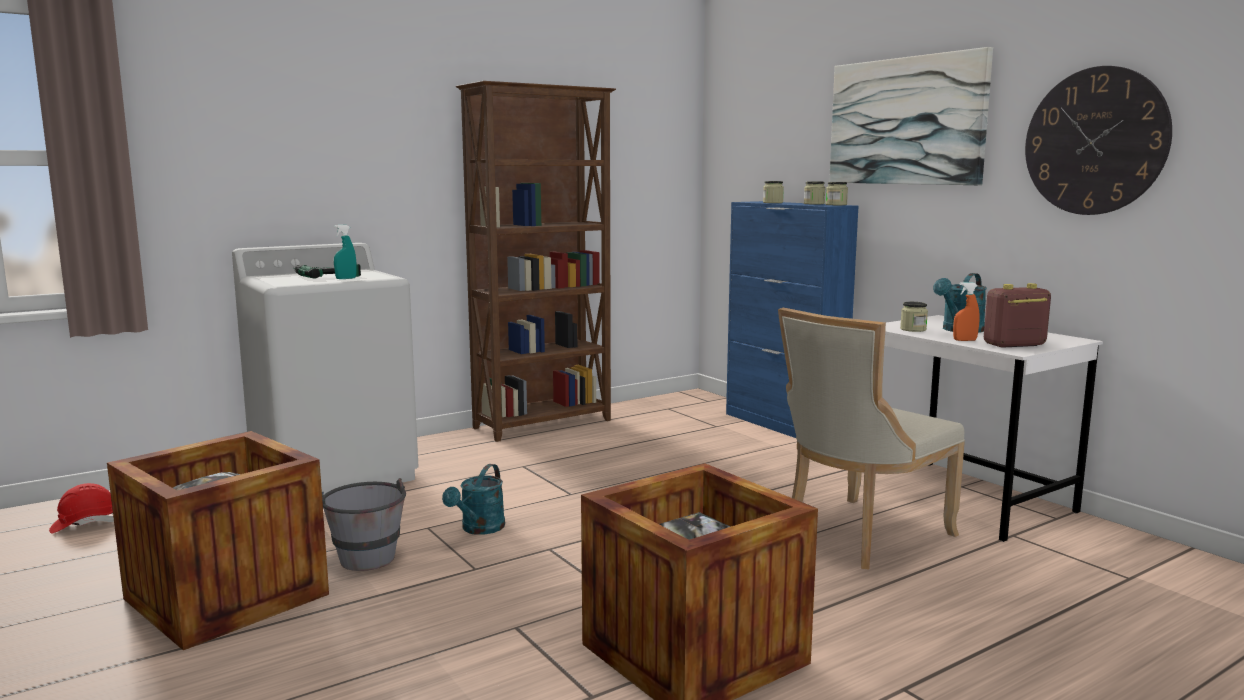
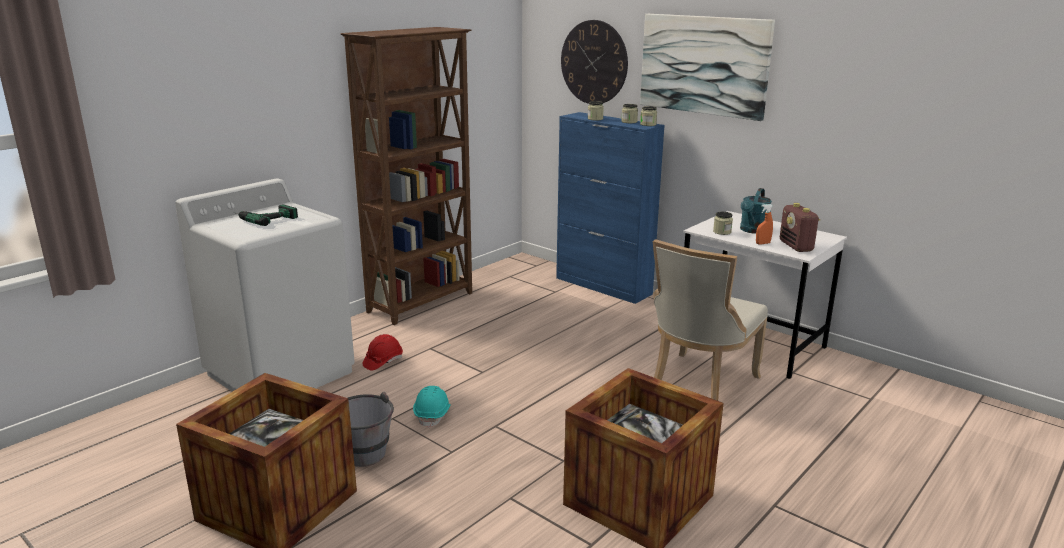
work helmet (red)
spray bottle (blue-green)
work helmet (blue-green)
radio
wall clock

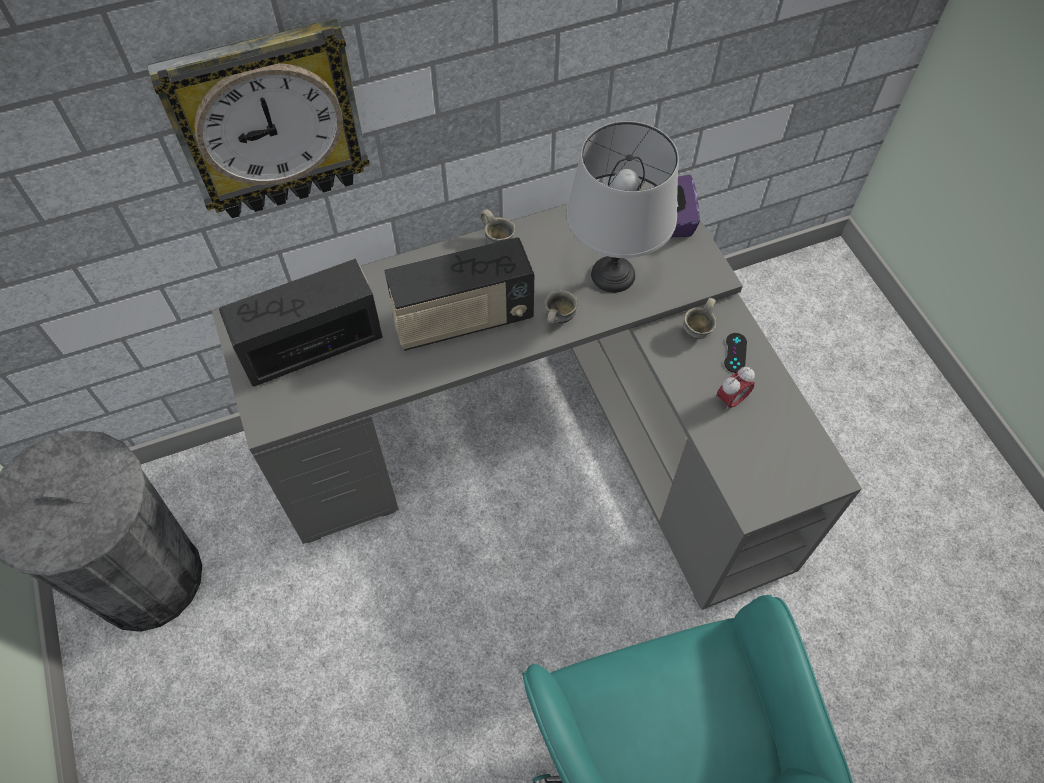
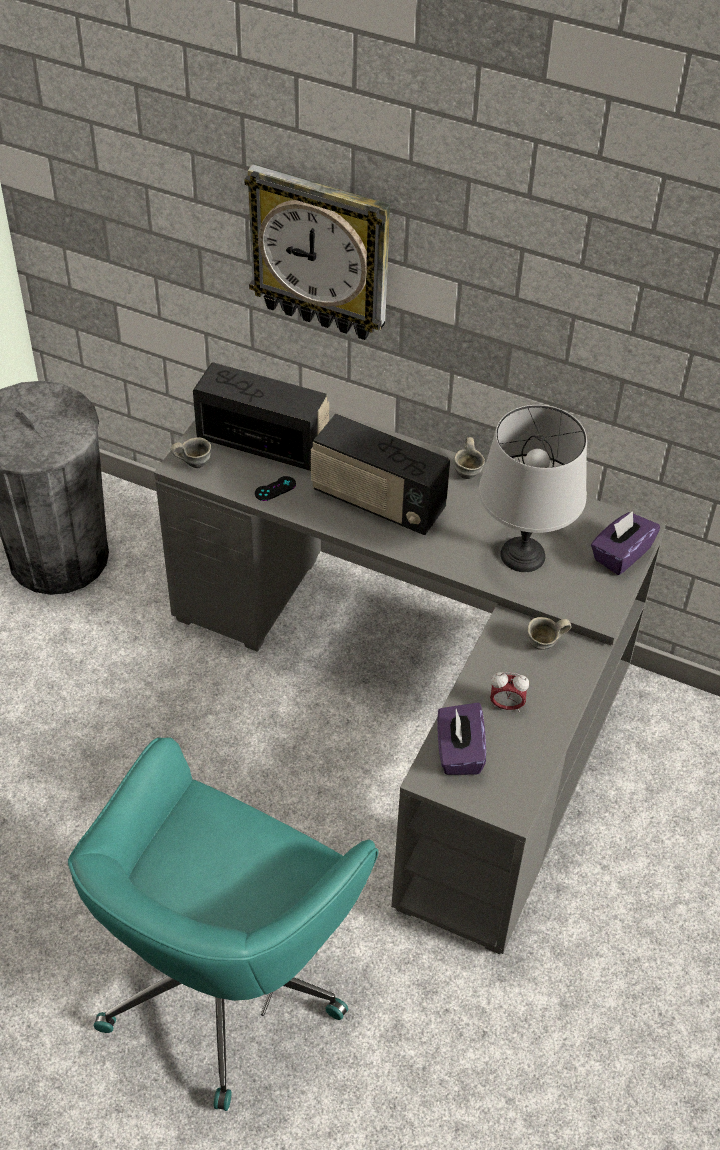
mug (greyish) (1st from left)
joypad (blackish)
tissue box (purple) (1st from left)

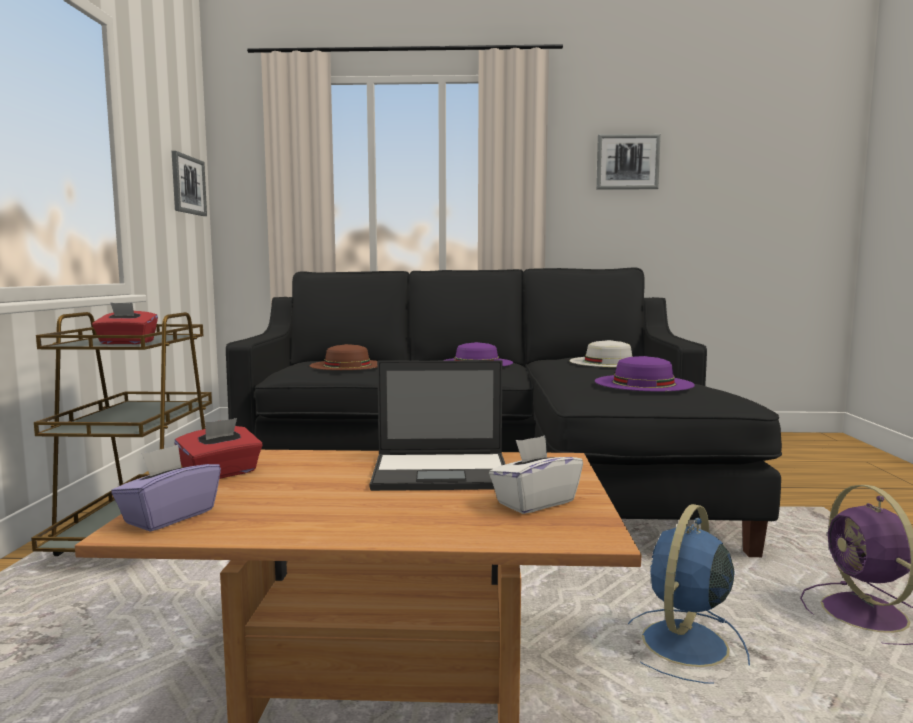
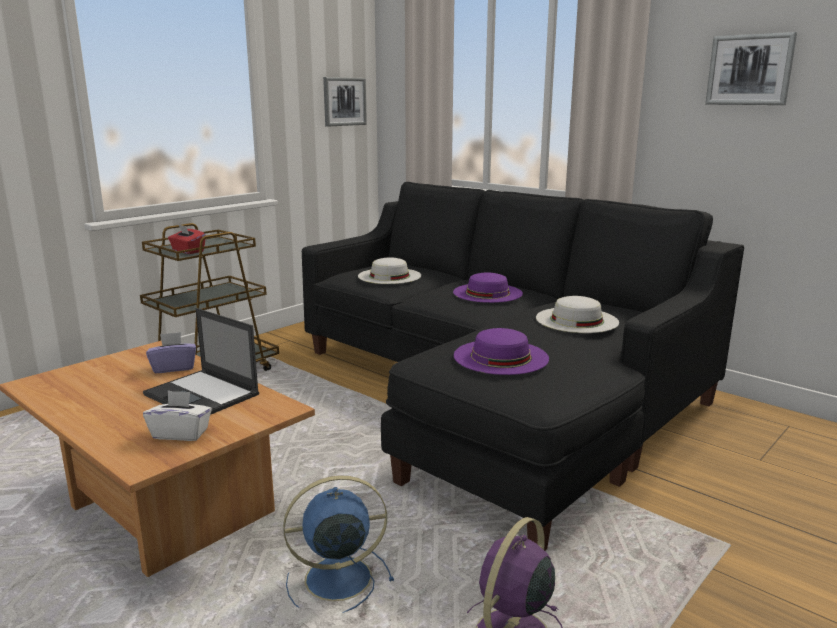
tissue box (purple)
tissue box (red) (2nd from left in the first image)
clothing hat (whitish) (1st from left)

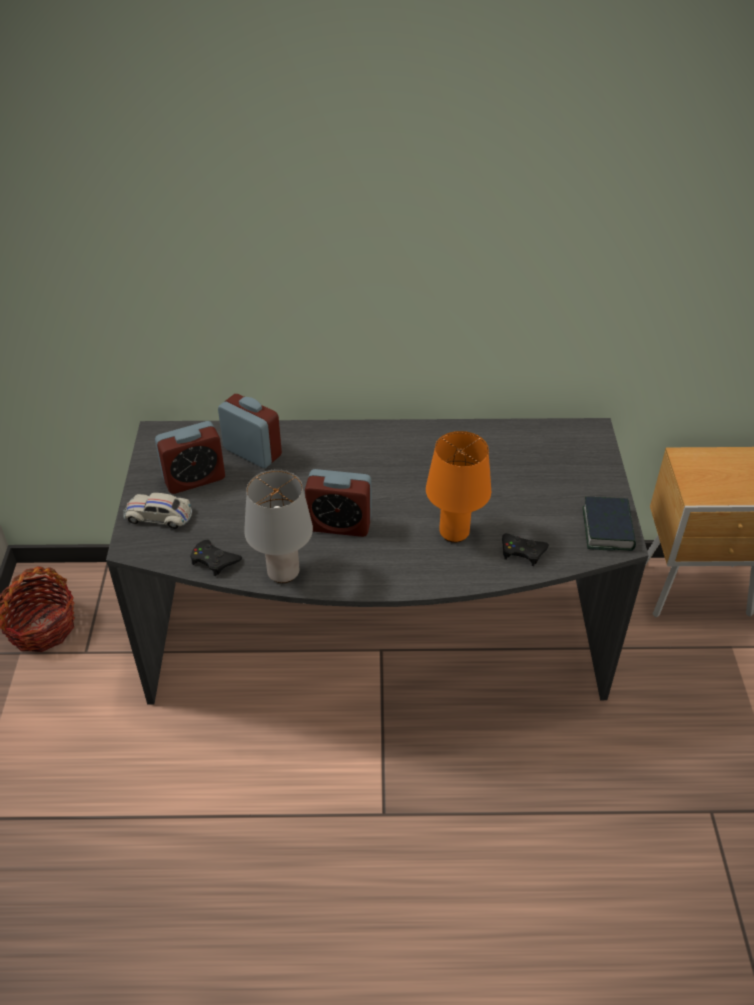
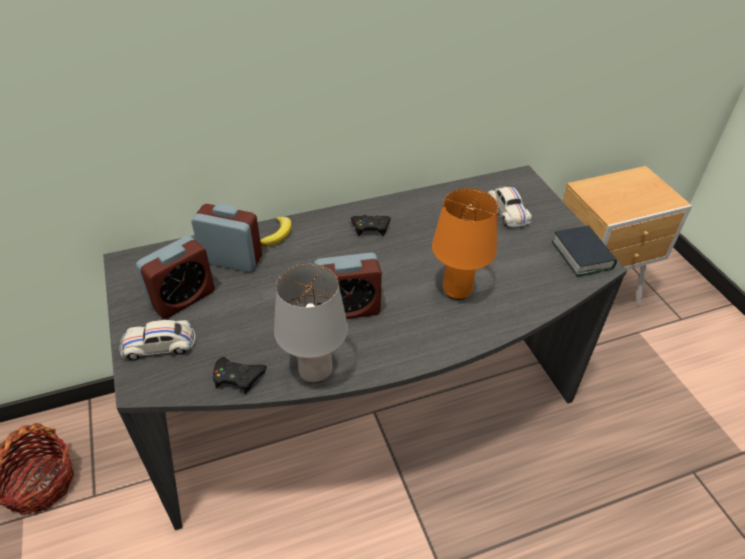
joypad (blackish) (2nd from left)
banana
model car (whitish) (2nd from left)

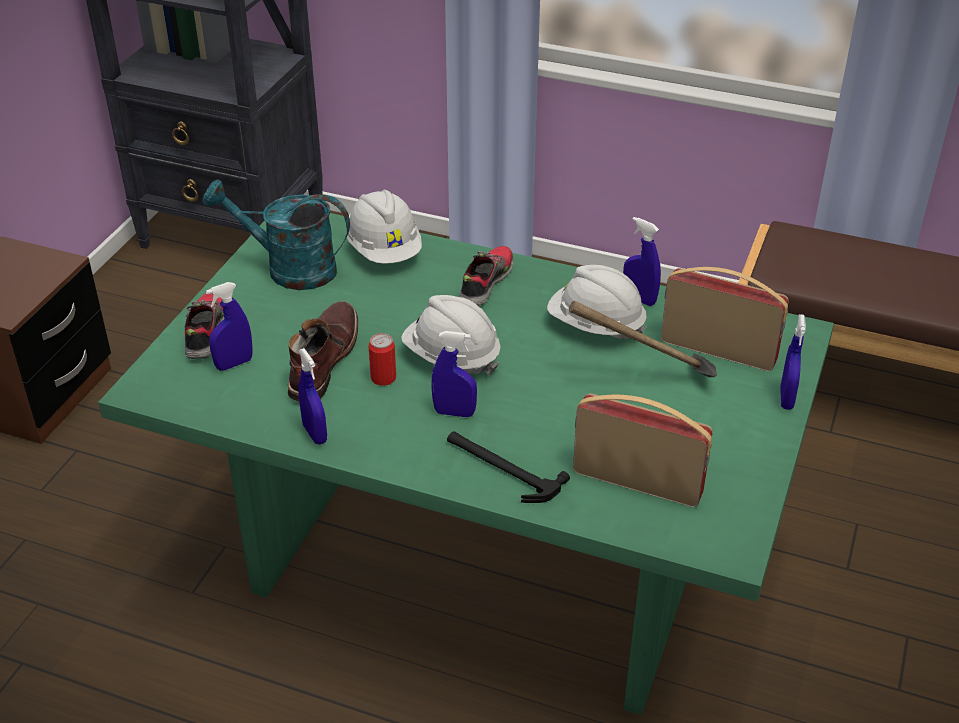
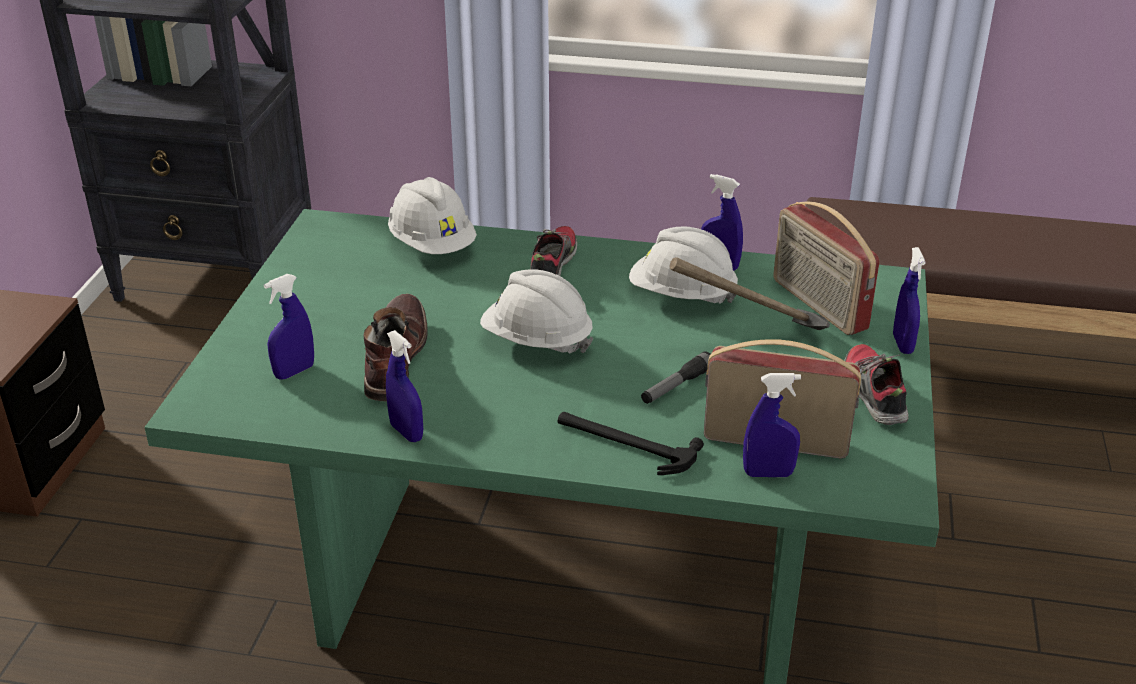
shoe (2nd from left)
watering can (blue-green)
metal can
spray bottle (bluish) (4th from left)
radio (2nd from left)
flashlight

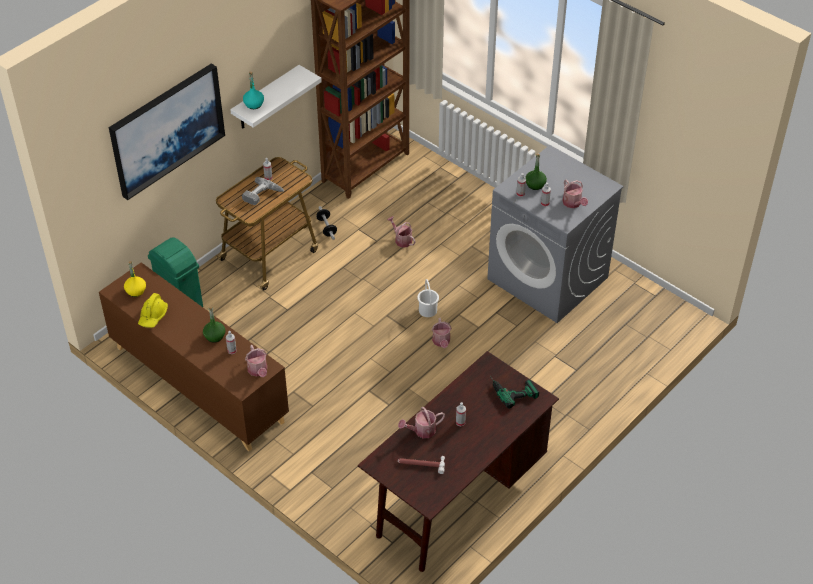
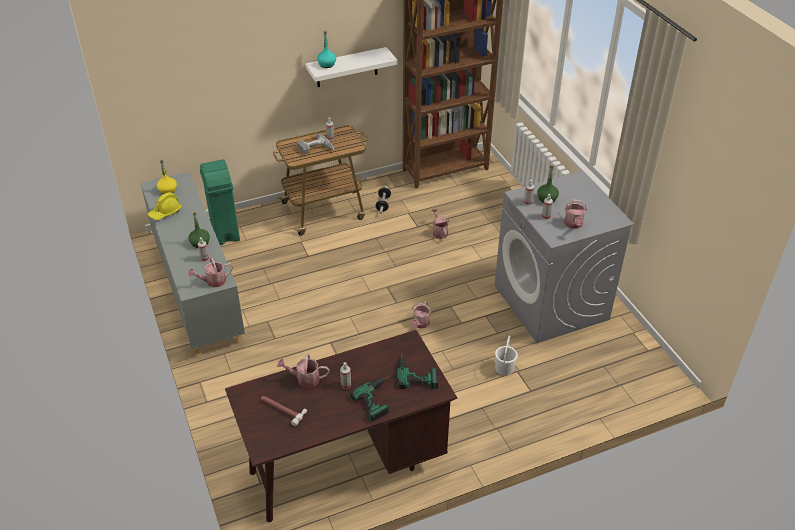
cabinet (greyish)
picture
watering can (1st from left)
pail (whitish)
power drill (2nd from left)

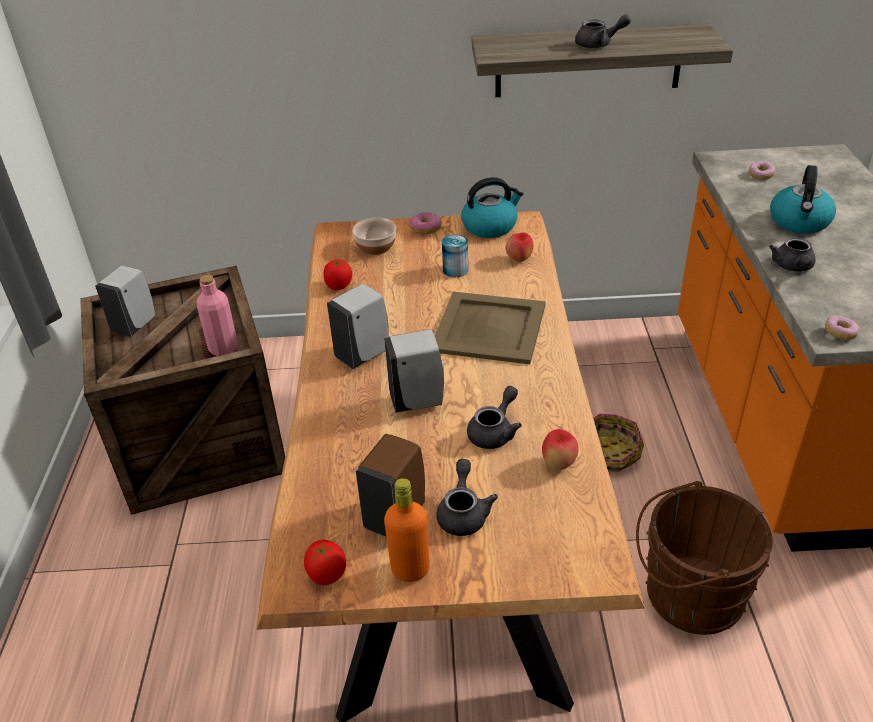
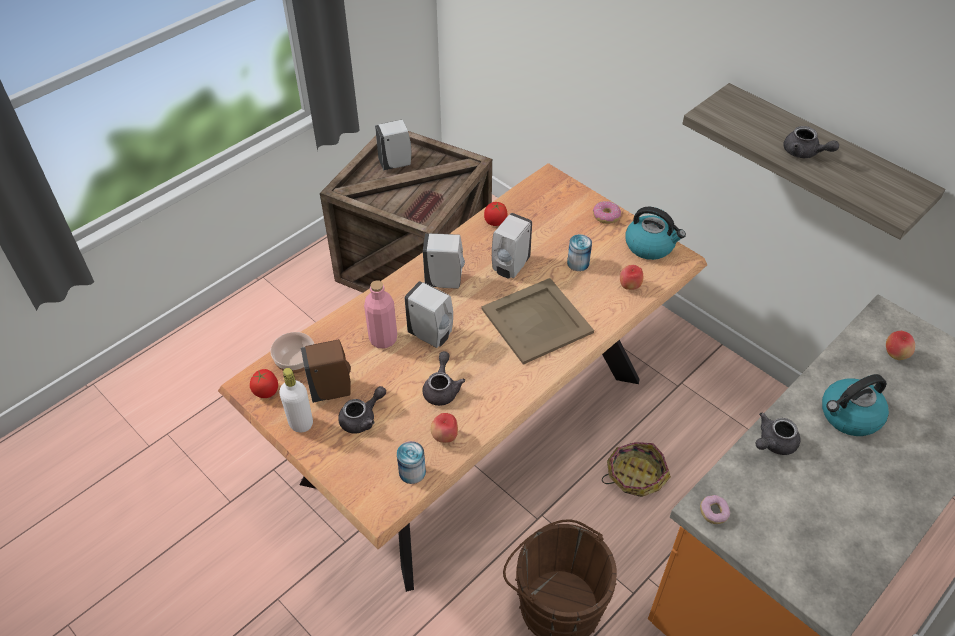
beverage bottle (pink)
deep dish
beverage bottle (whitish)
teapot (greyish) (2nd from left)
apple fruit (3rd from left)
metal can (1st from left)
soap dispenser (whitish) (4th from left)

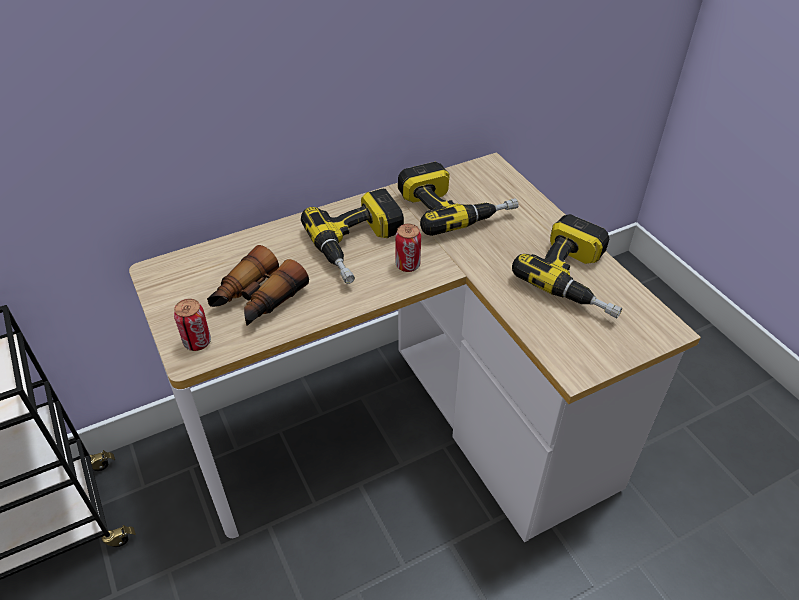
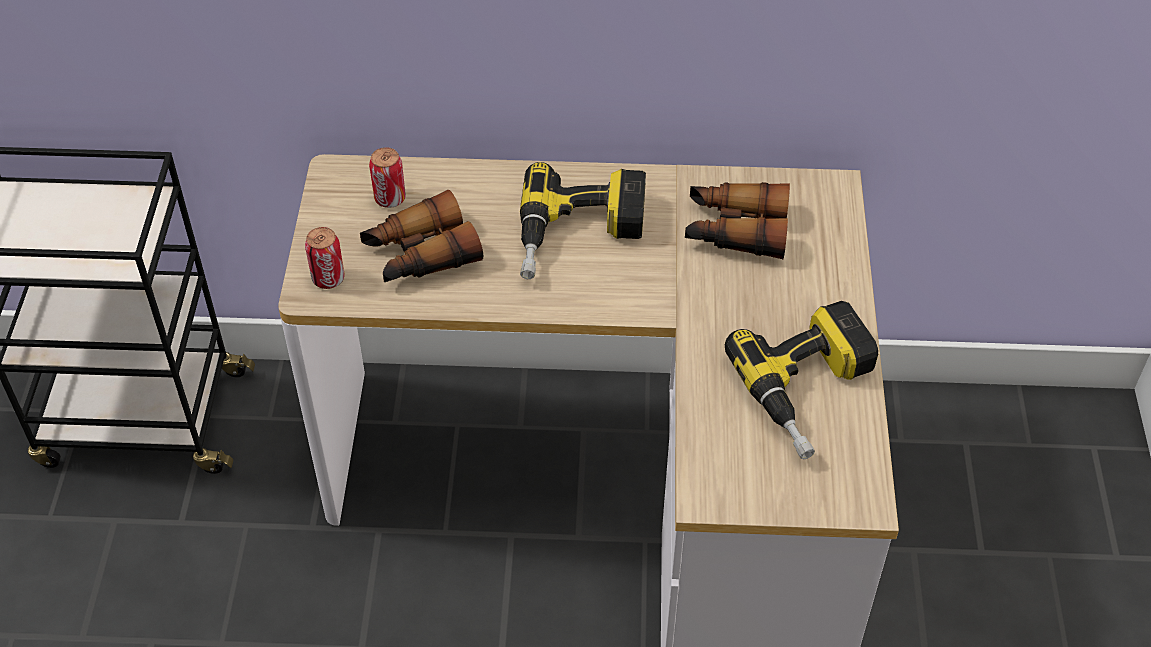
metal can (2nd from left)
binoculars (2nd from left)

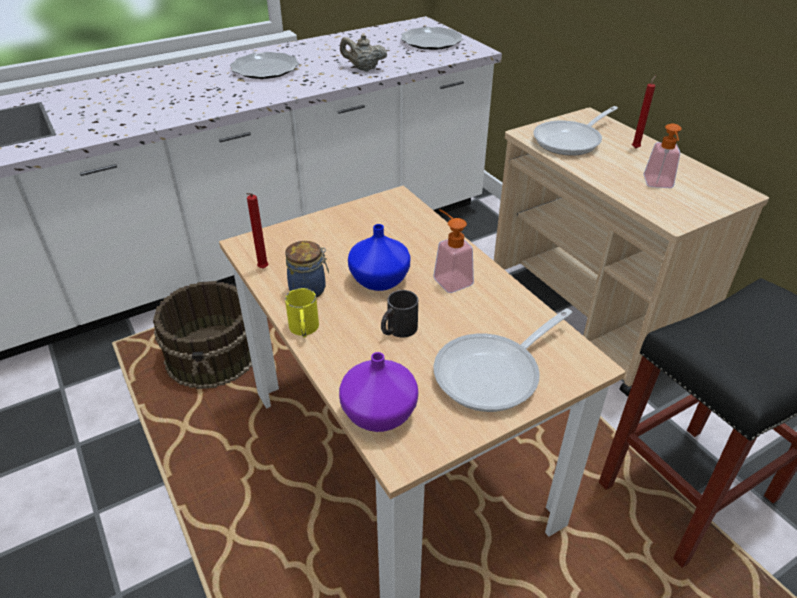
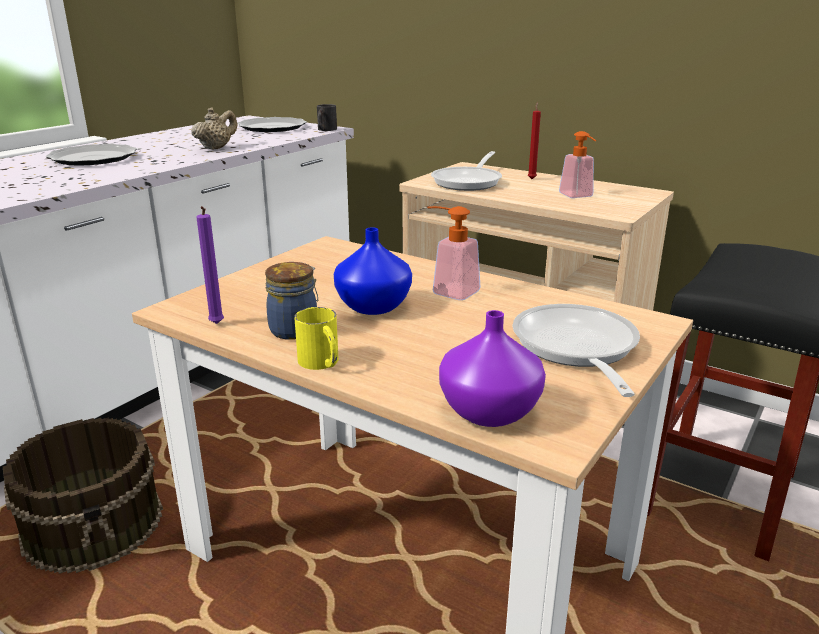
wax candle (purple)
teapot (beige-coloured)
mug (blackish)
skillet (2nd from left)

